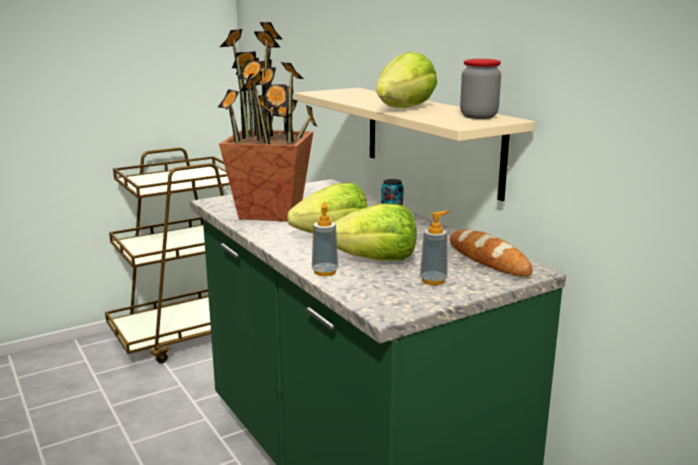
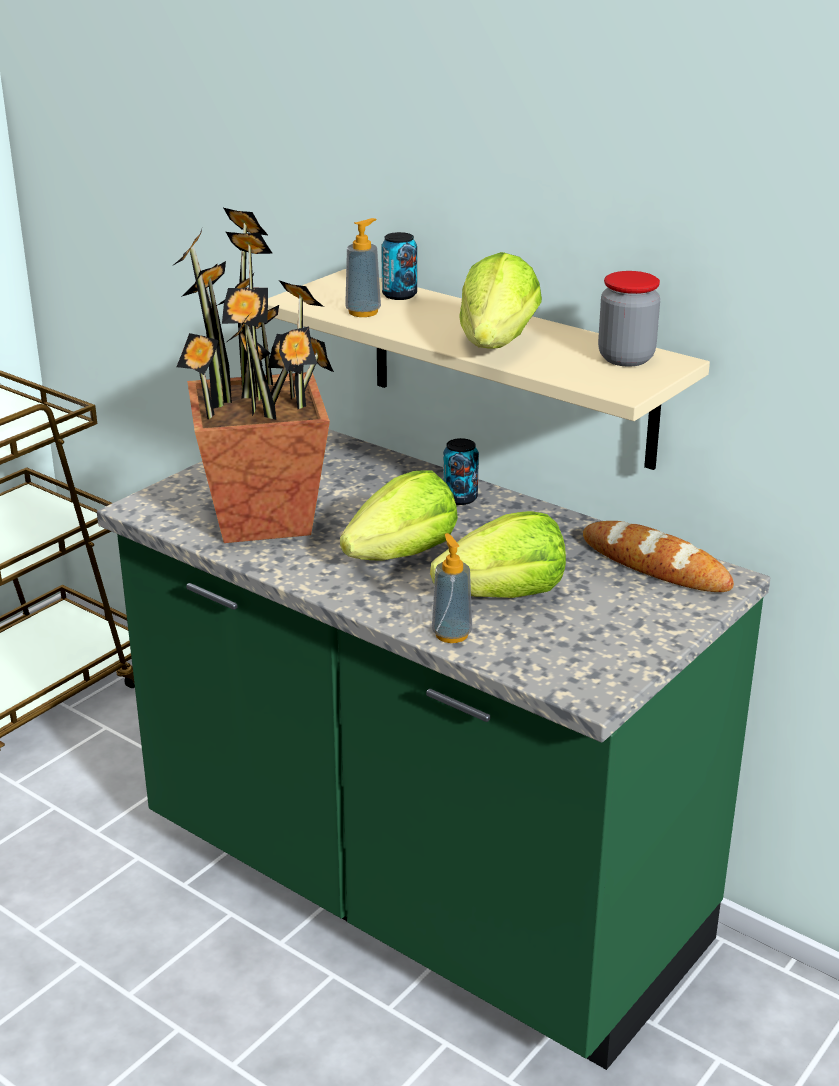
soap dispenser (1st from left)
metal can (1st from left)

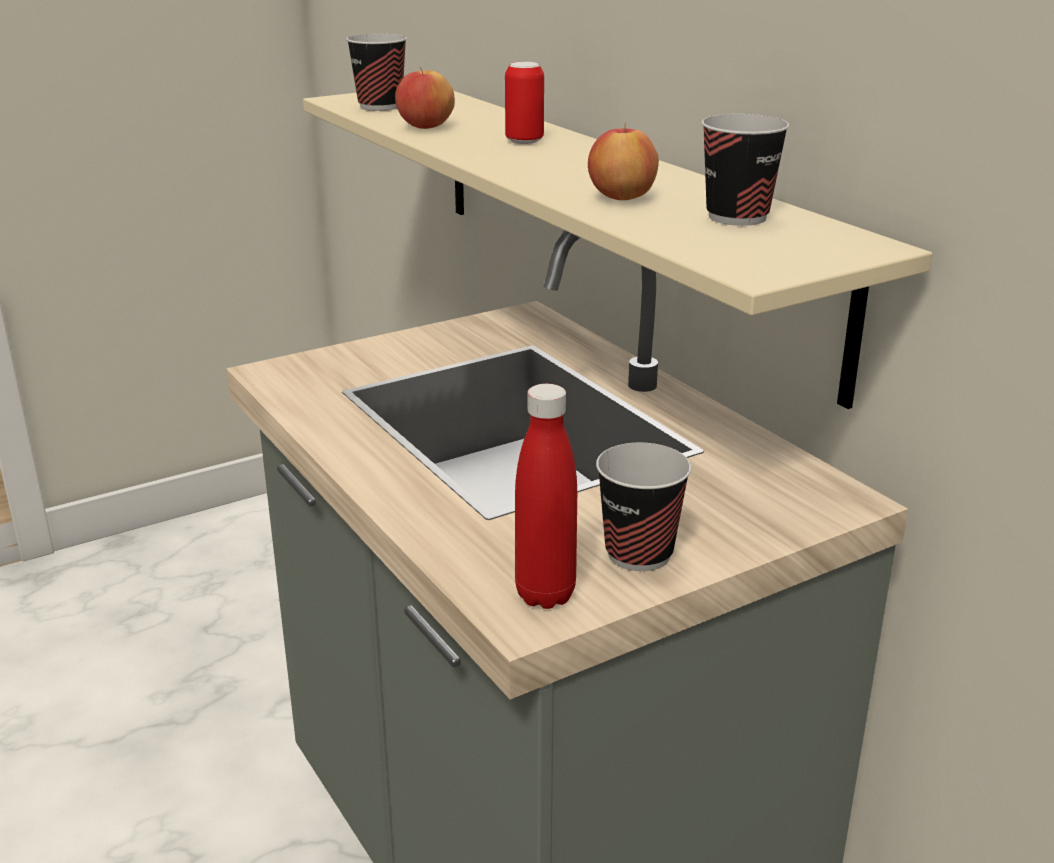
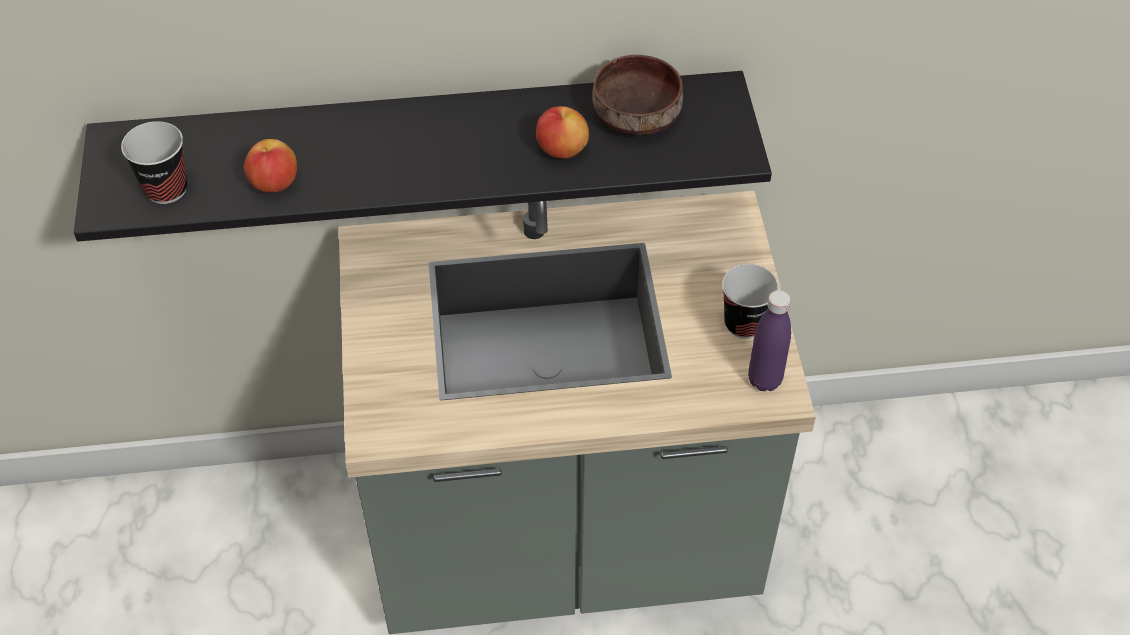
bracket shelf (blackish)
metal can
beverage bottle (purple)
deep dish (brownish)

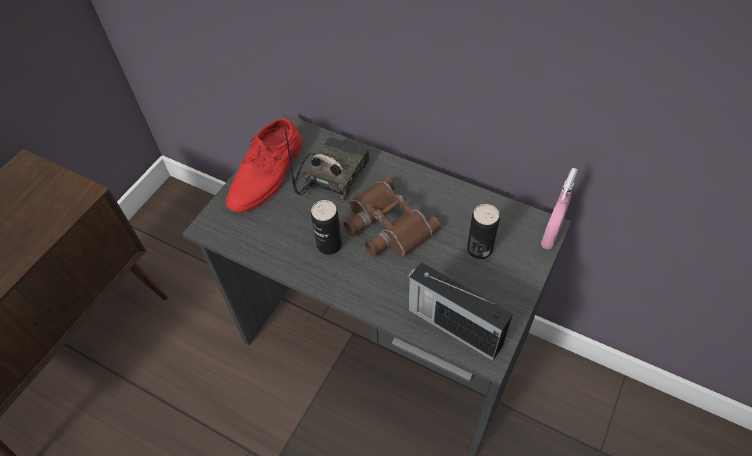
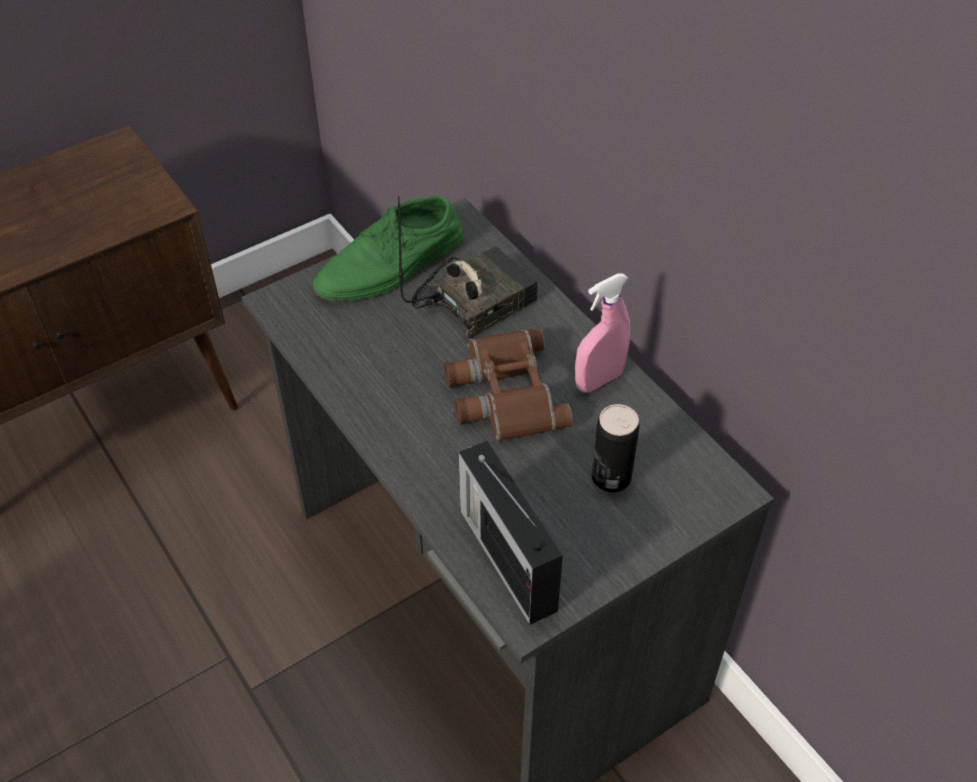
shoe (green)
metal can (1st from left in the first image)
spray bottle (pink)

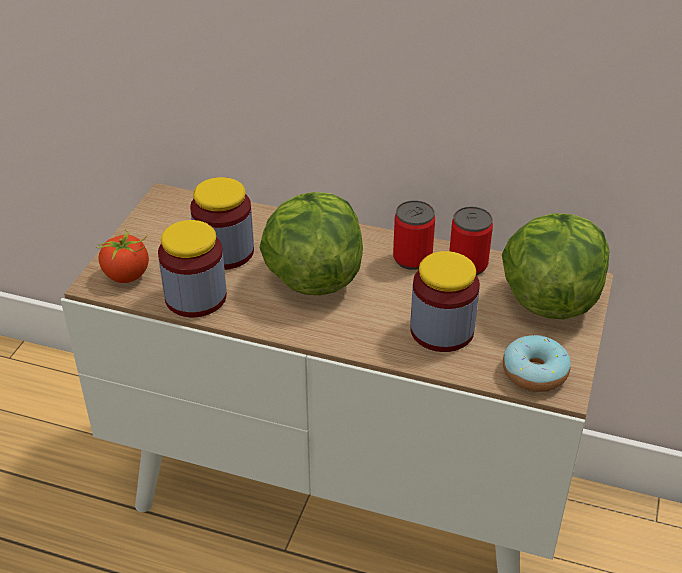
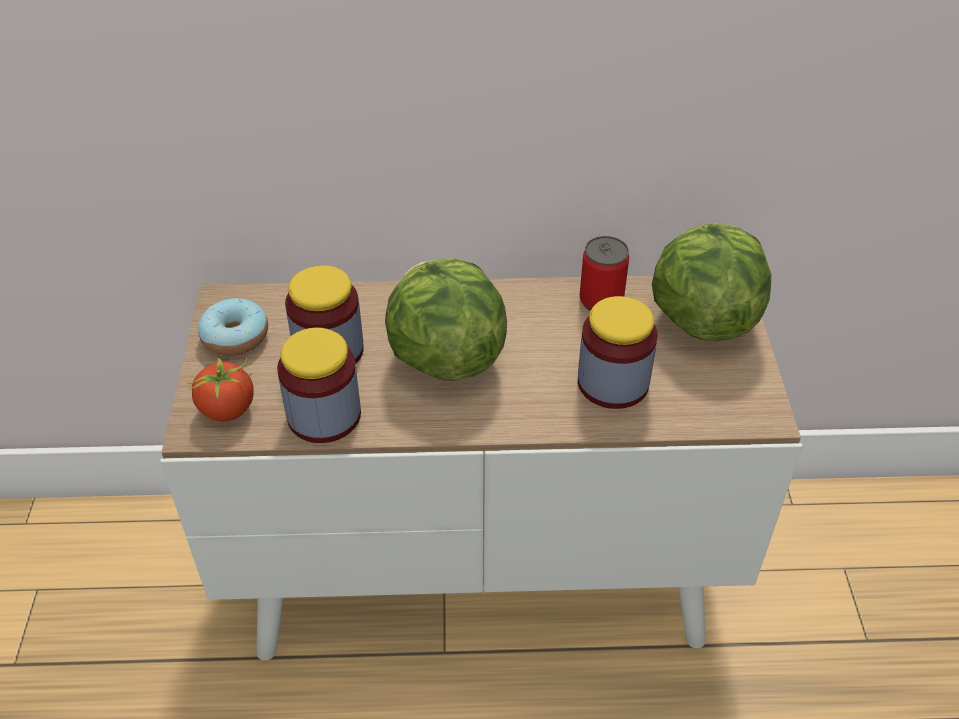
metal can (1st from left in the first image)
doughnut

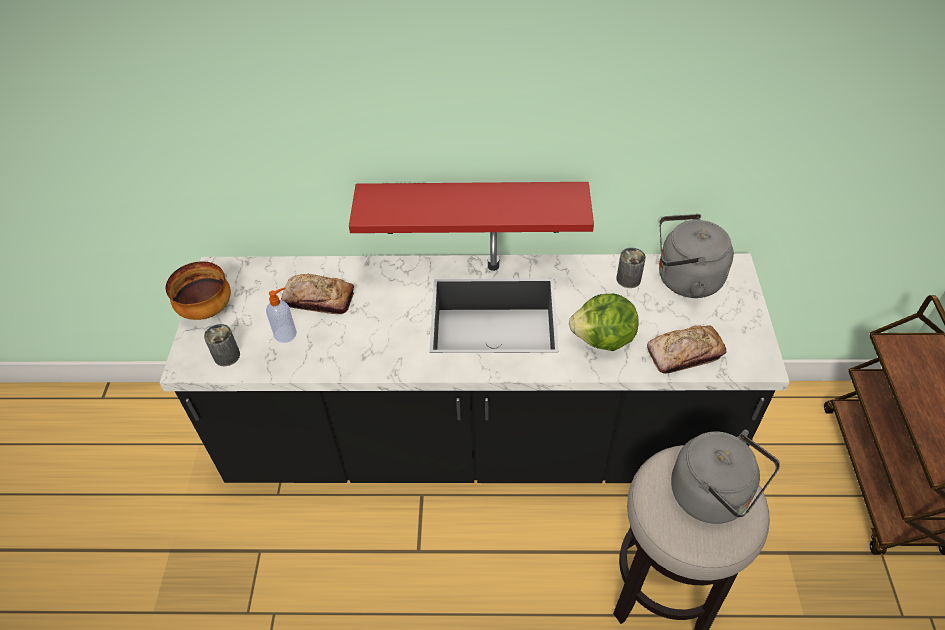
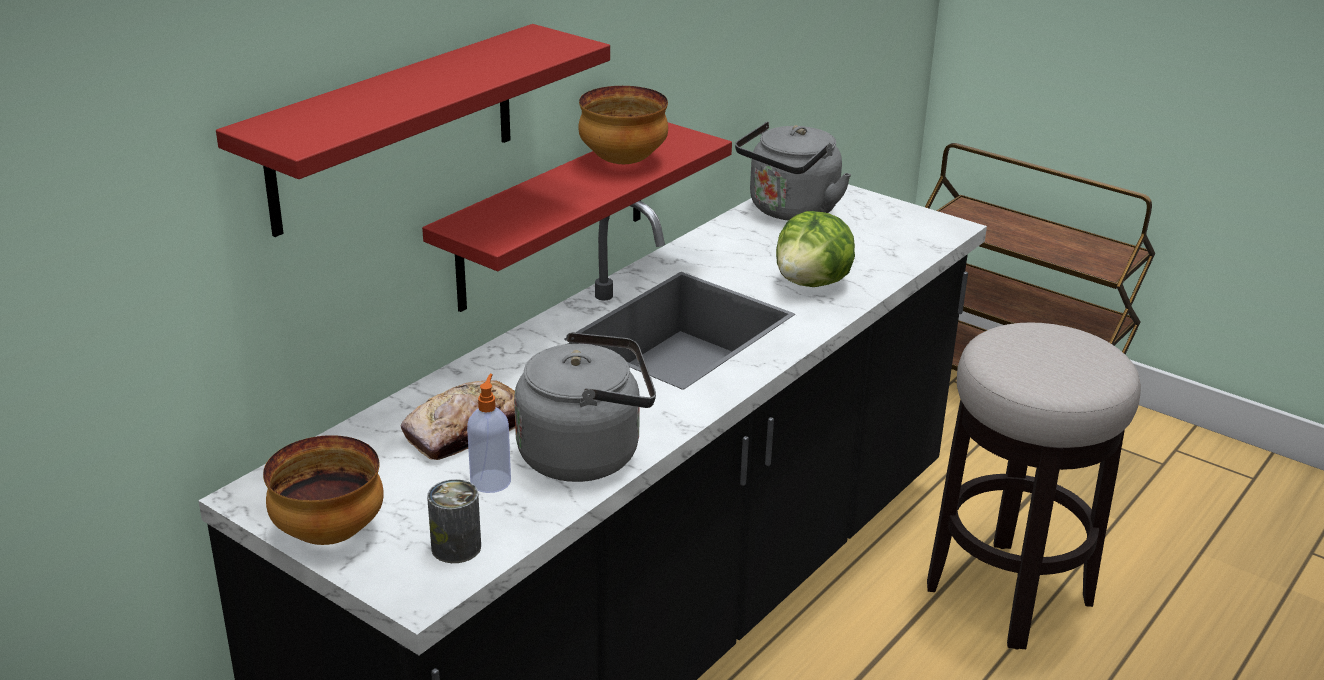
metal can (2nd from left in the first image)
baked bread (2nd from left in the first image)
kettle (greyish) (1st from left)
bracket shelf (red) (1st from left)
deep dish (2nd from left)

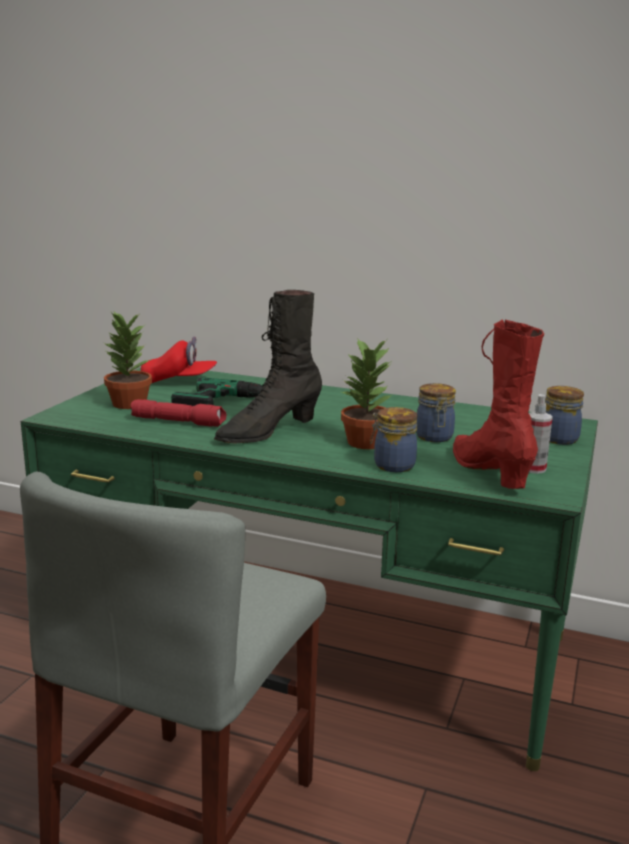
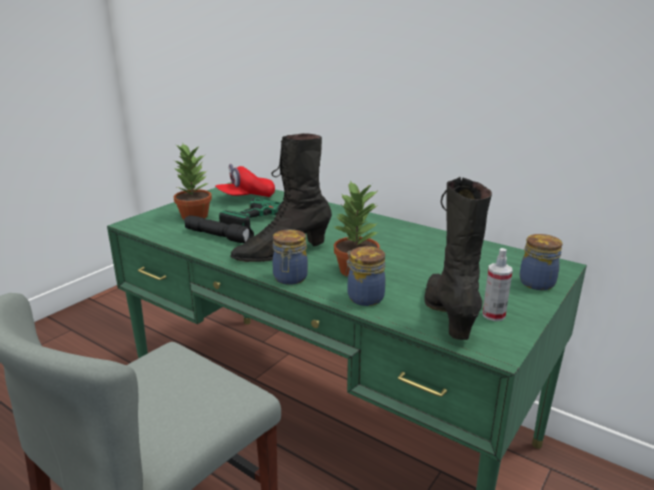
flashlight (blackish)
cap (red)
preserve jar (1st from left)
tall boot (blackish) (2nd from left)

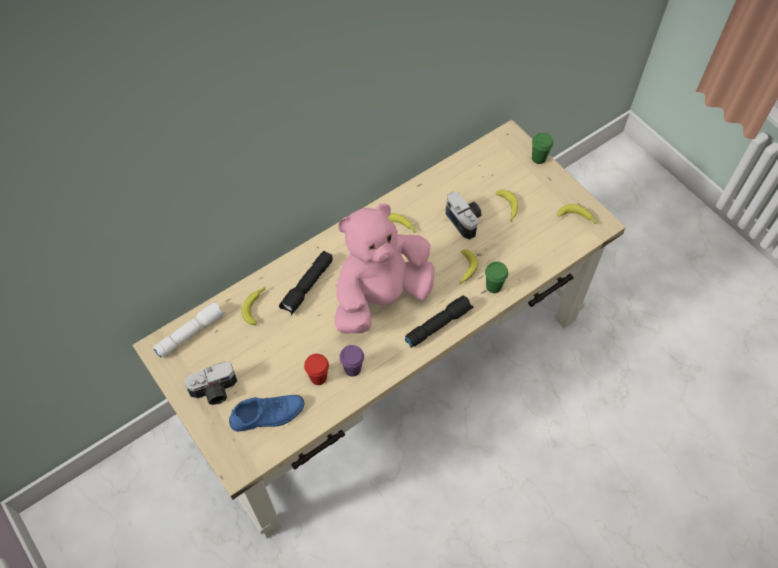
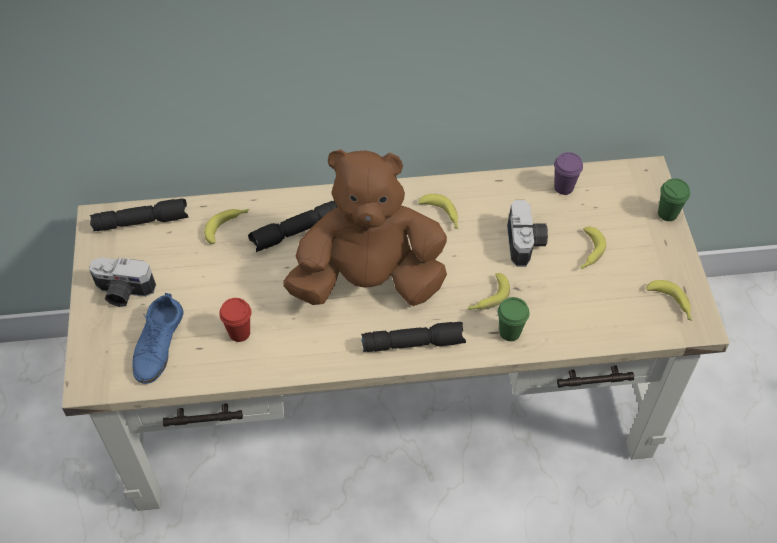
flashlight (blackish) (1st from left)
shoe (bluish)
cuddly toy (brownish)
drinking cup (purple)

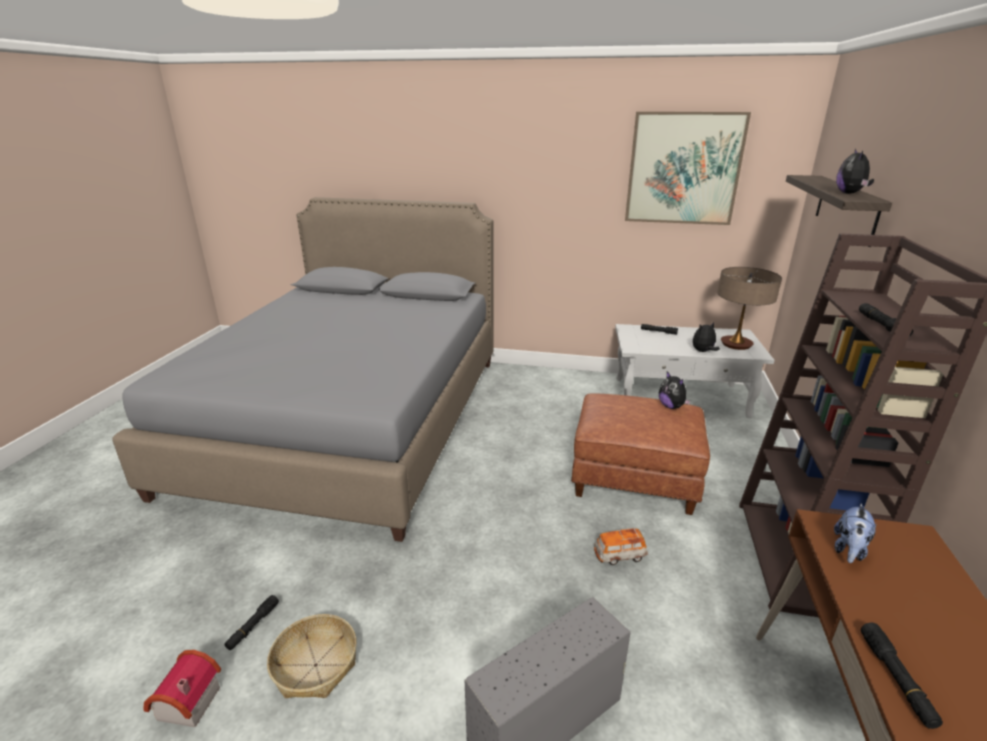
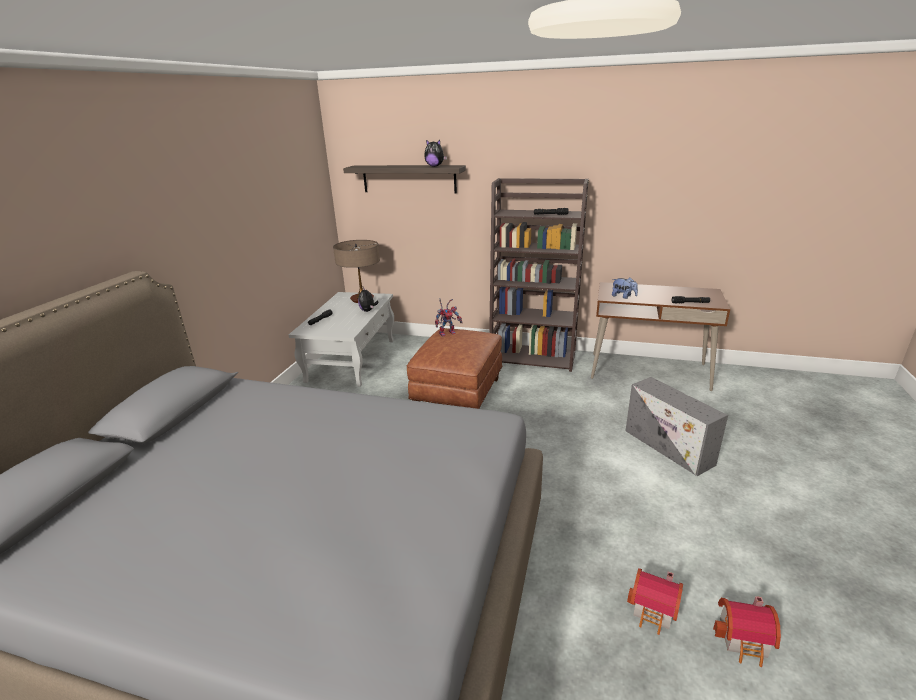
toy house (1st from left)
household basket
model car
picture
toy robot

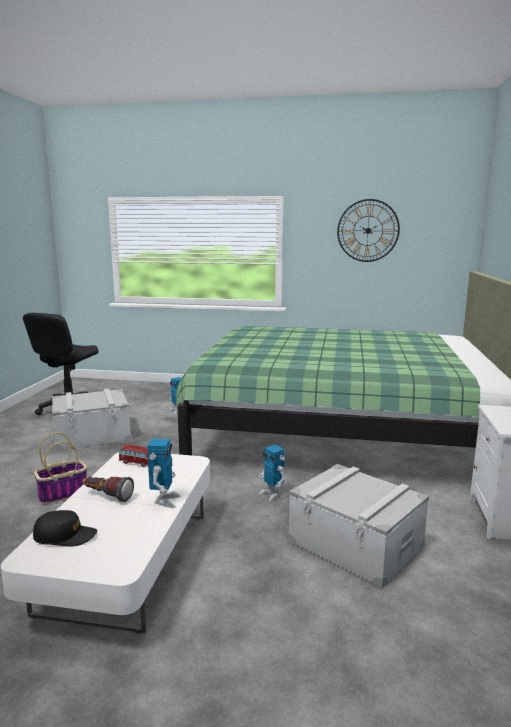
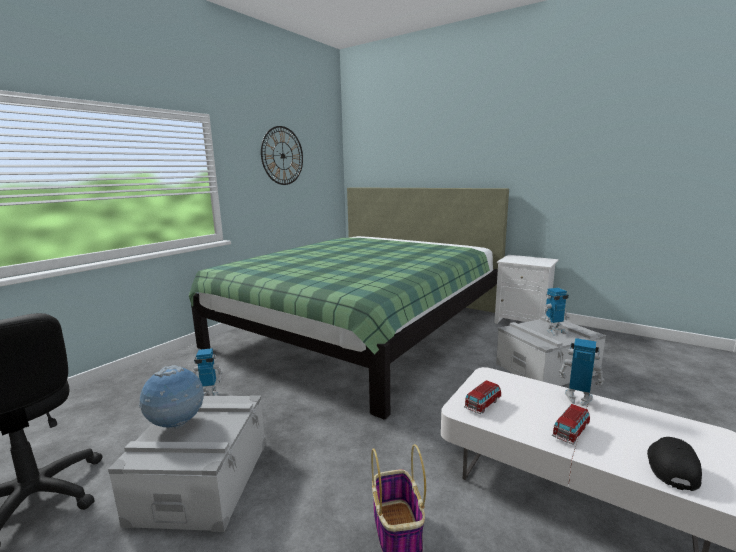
model car (2nd from left)
toy robot (2nd from left)
desk globe

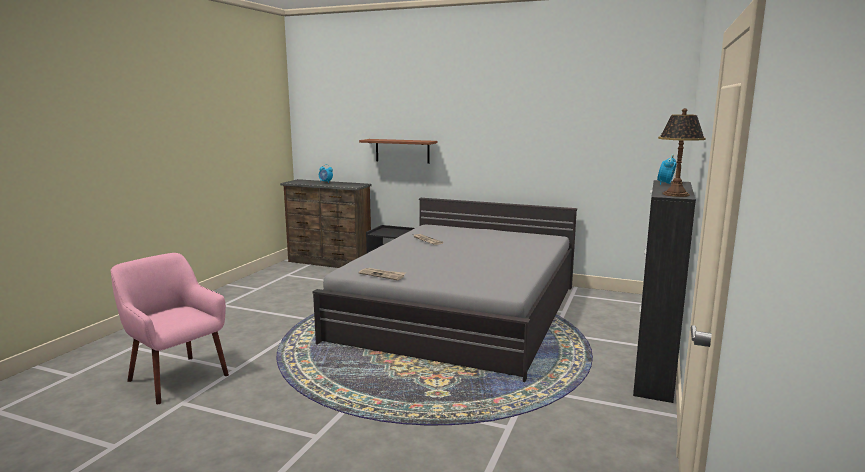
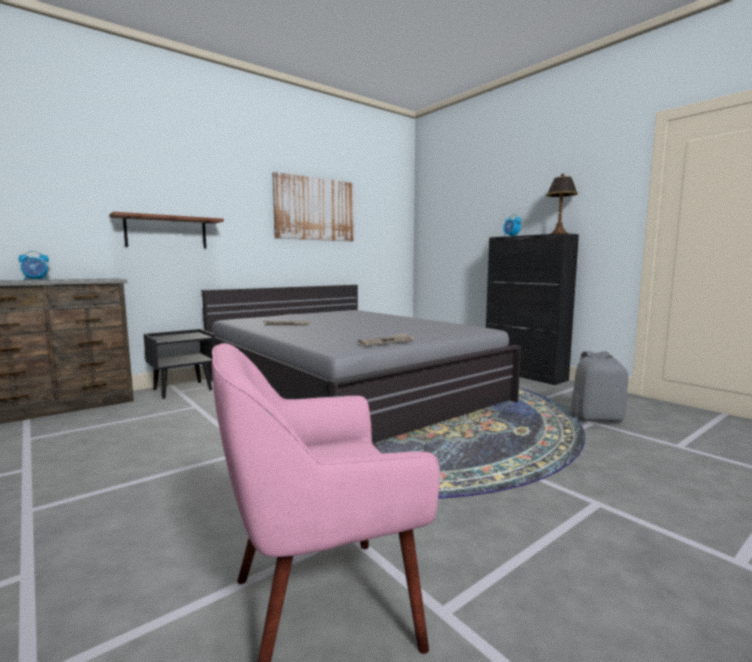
picture
knapsack (greyish)

